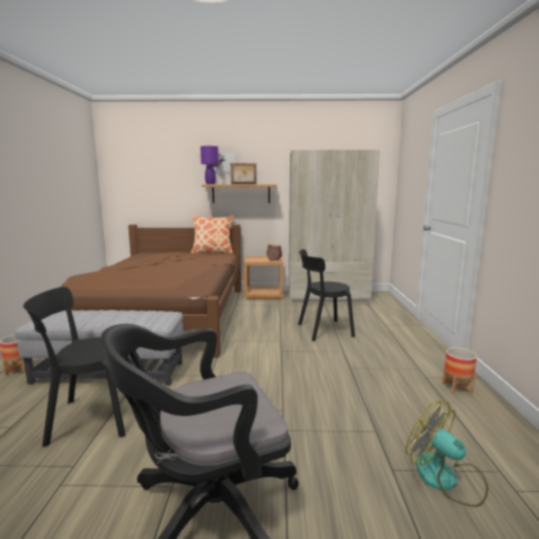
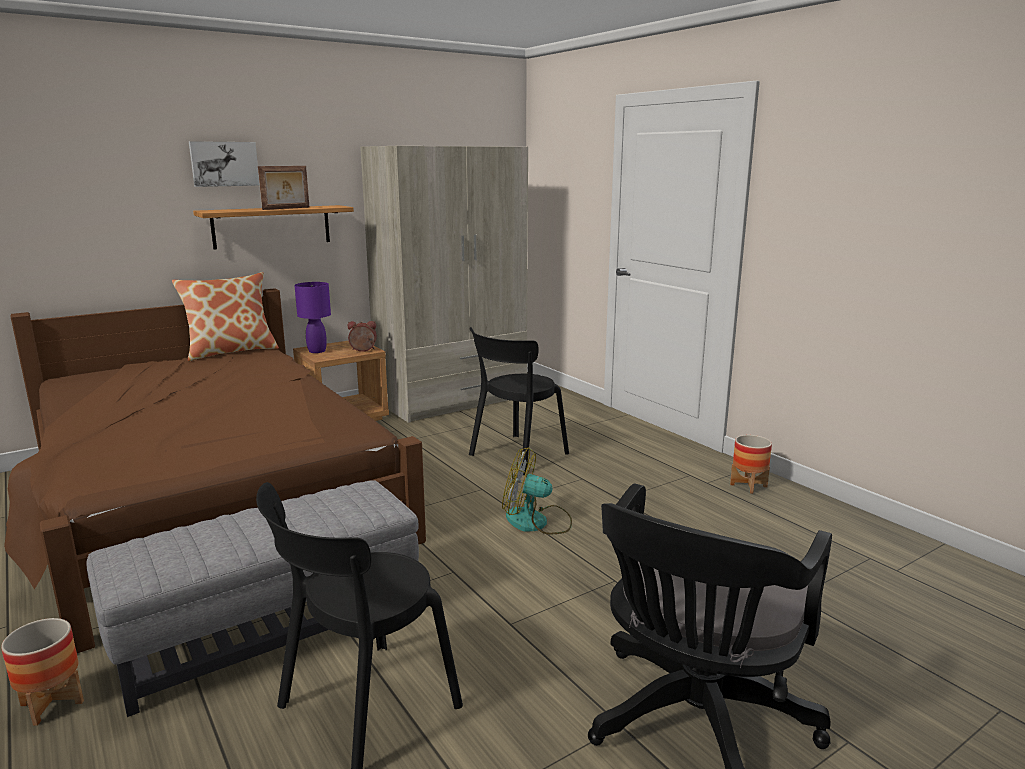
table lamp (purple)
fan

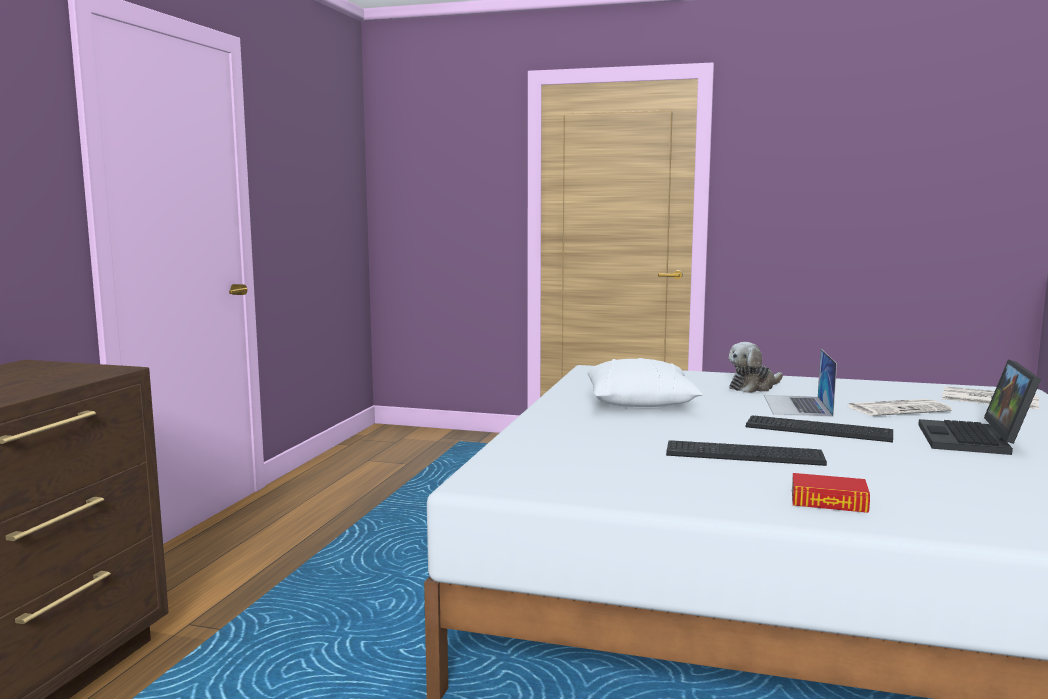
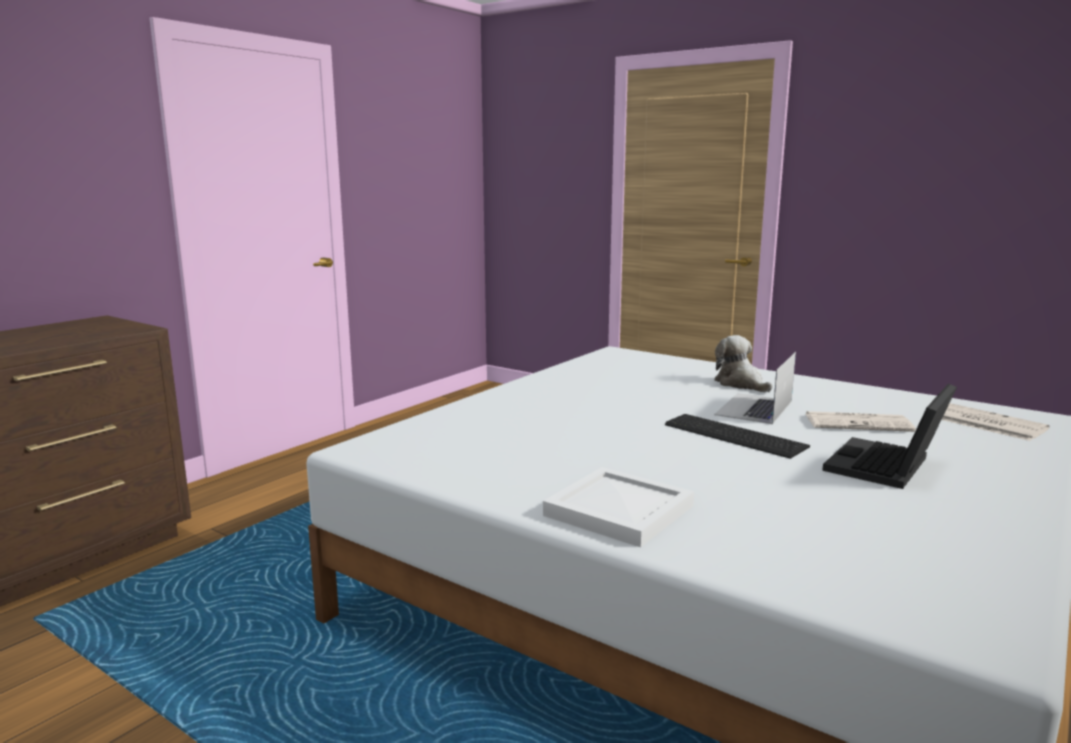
tray (white)
plush toy
pillow (white)
keyboard (1st from left in the first image)

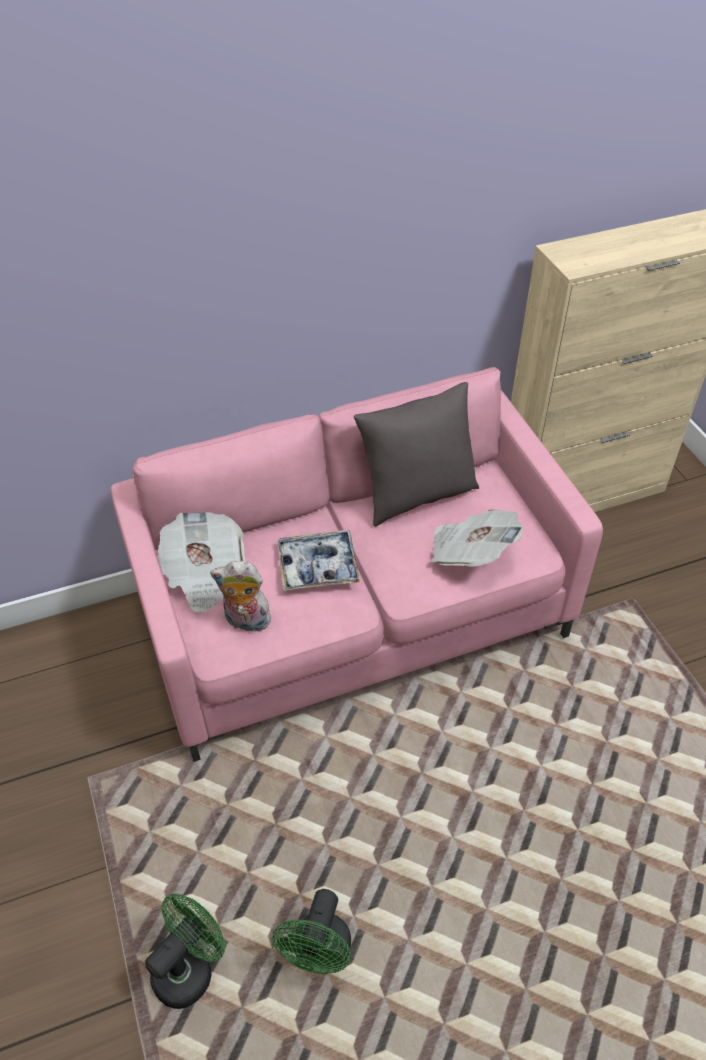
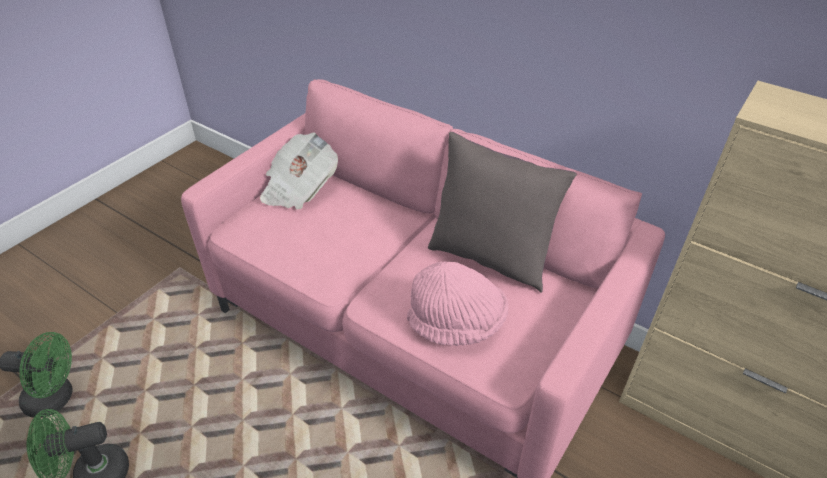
hat (pink)
plush toy
tray

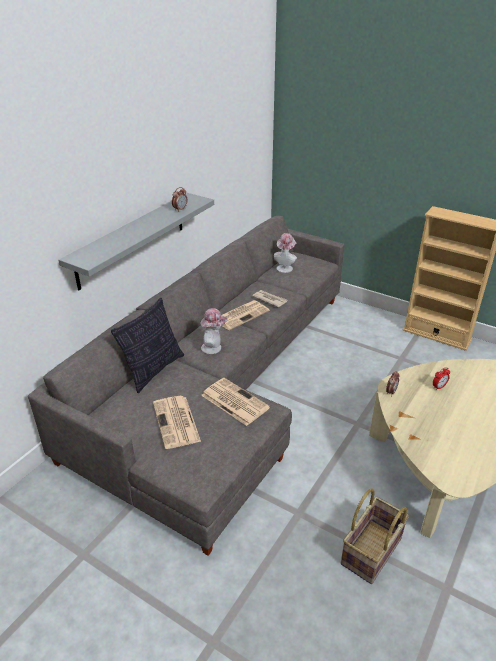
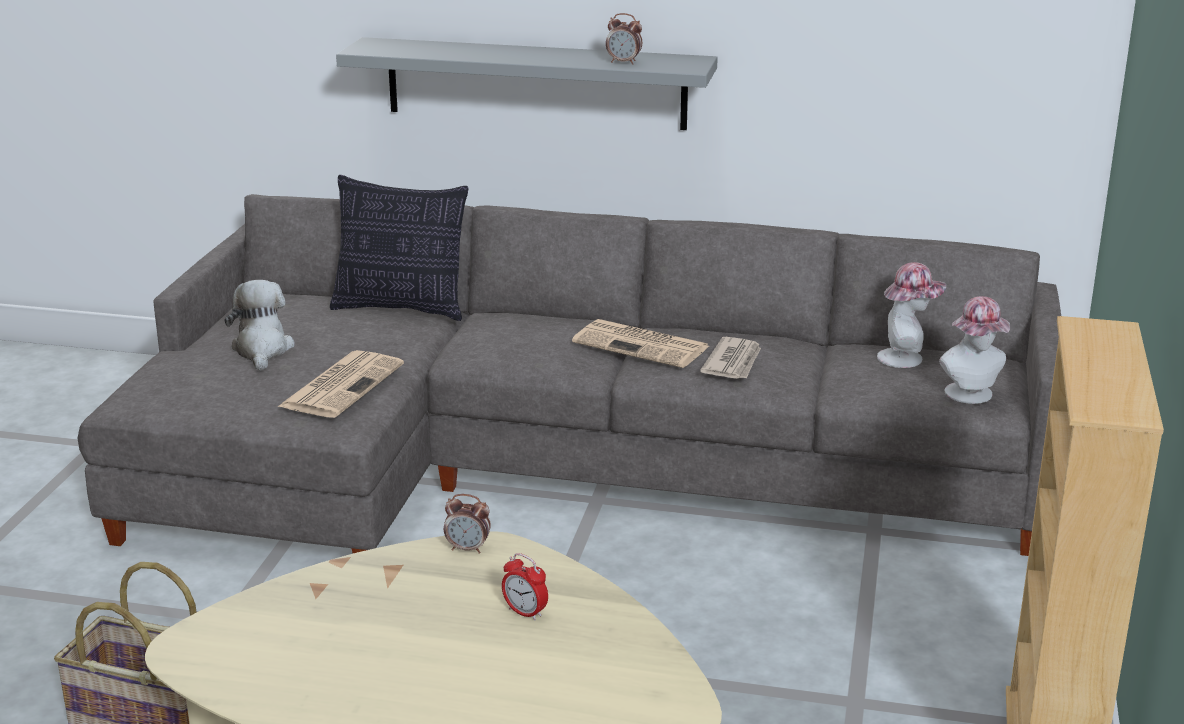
plush toy
hat (2nd from left)

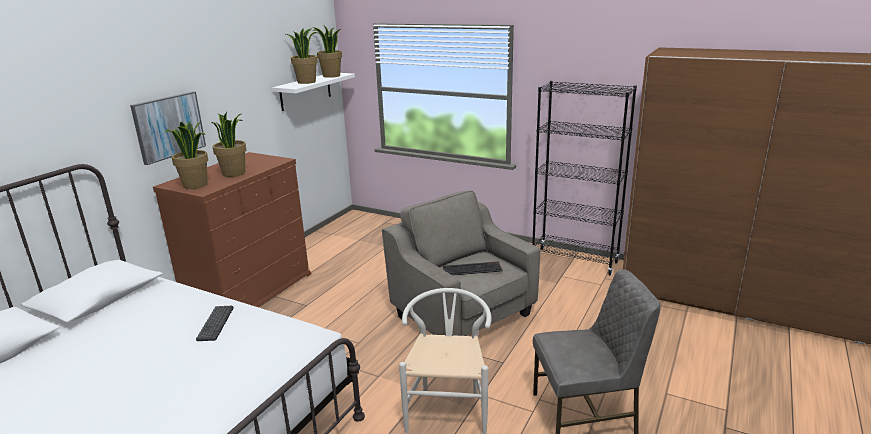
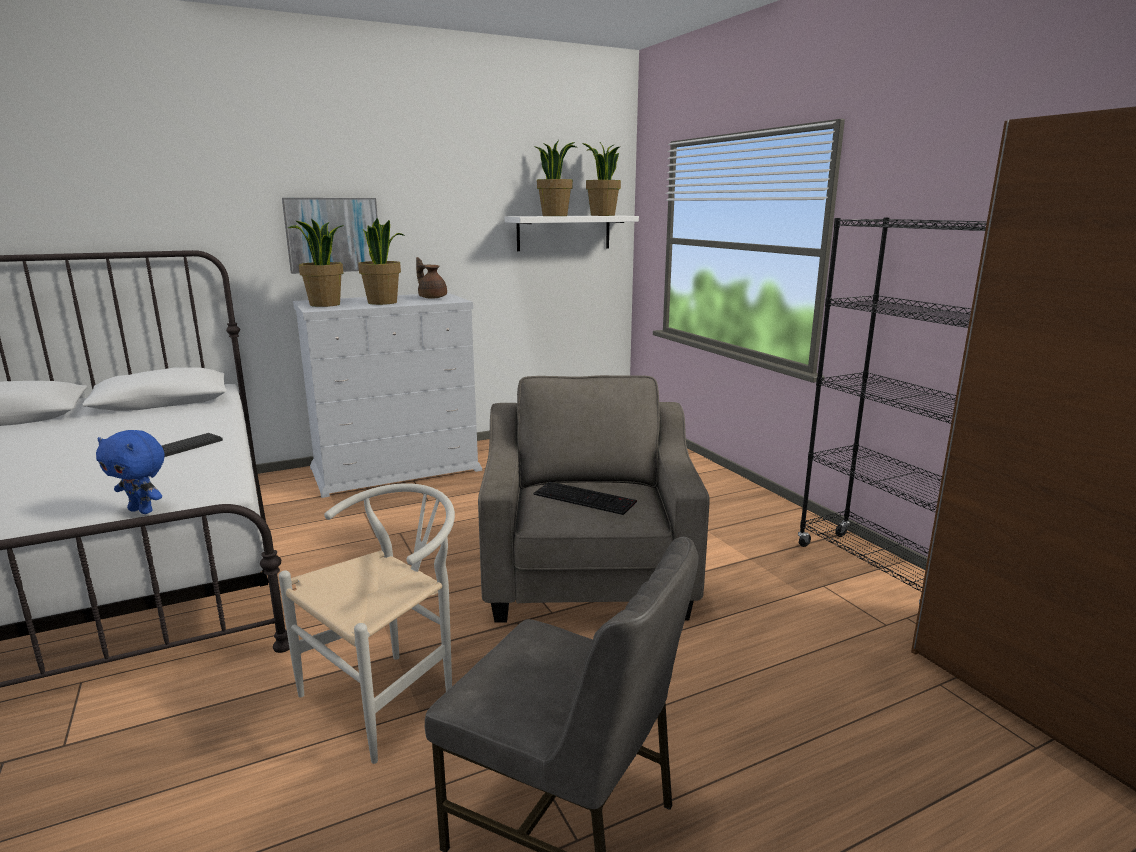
plush toy (blue)
dresser (white)
teapot (brown)

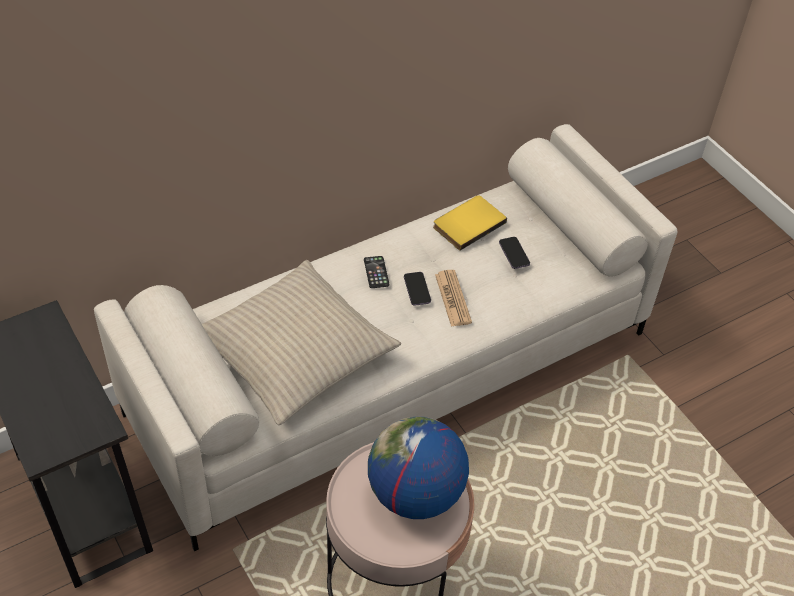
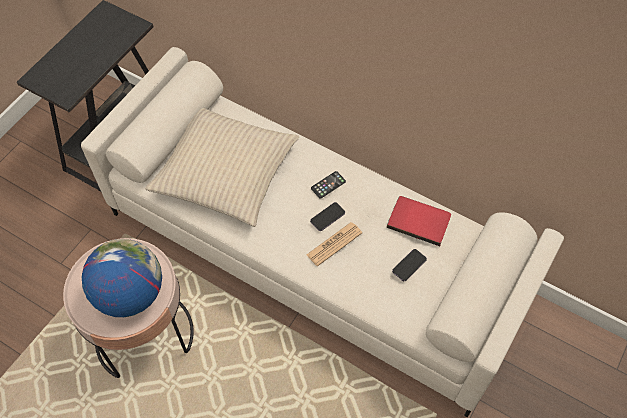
book (red)

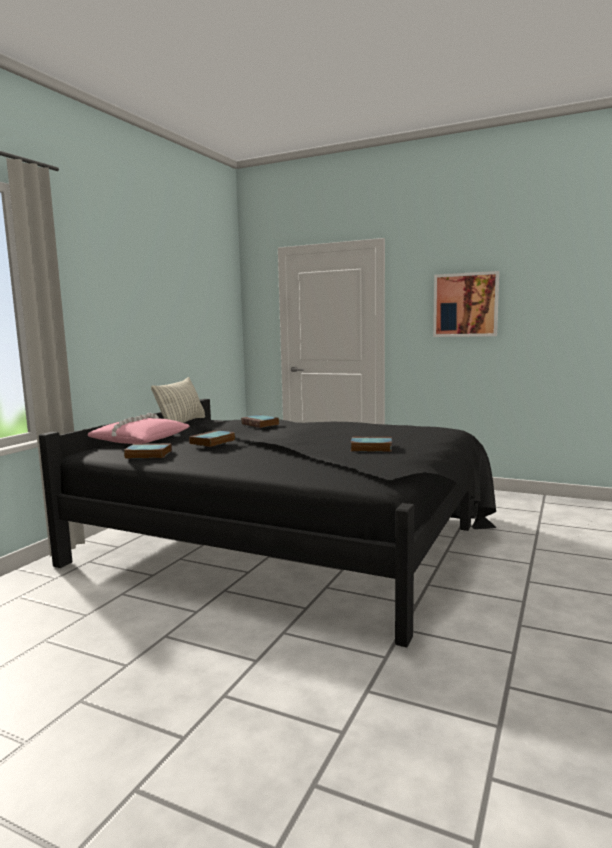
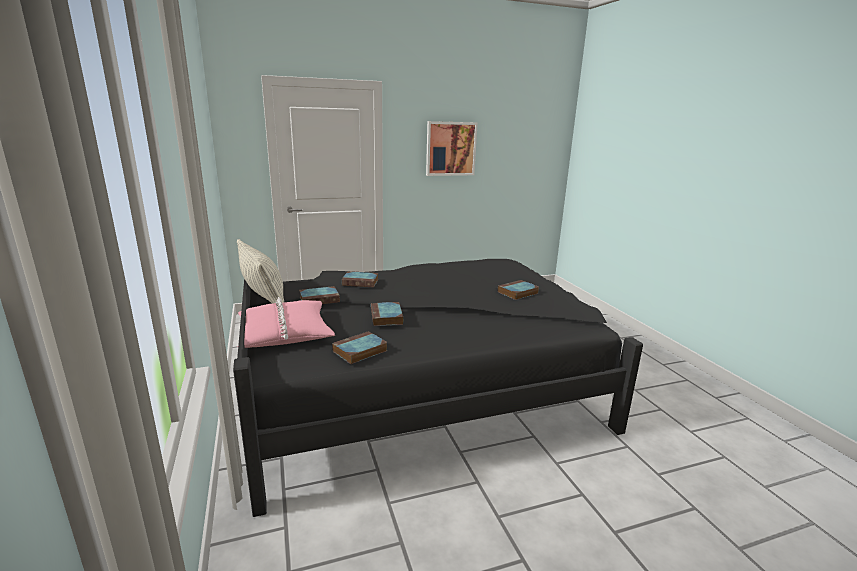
book (1st from left)

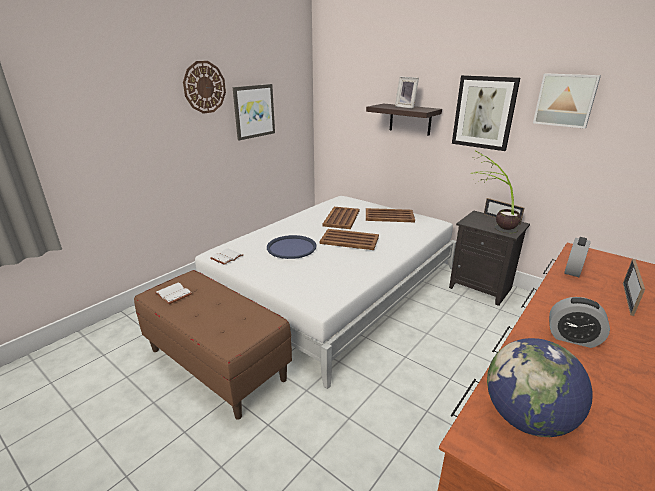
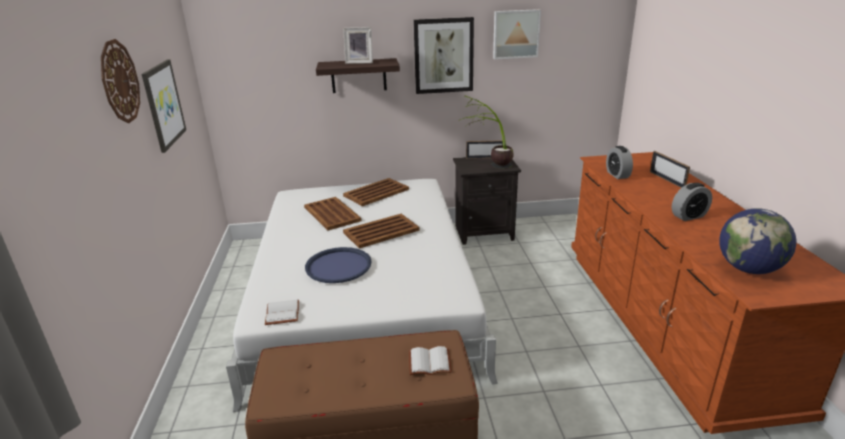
book (white) (2nd from left)

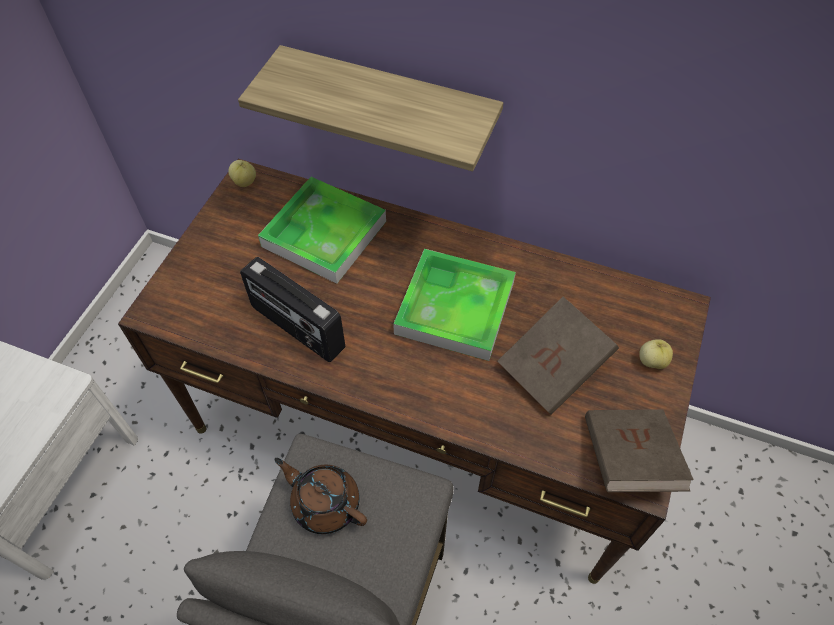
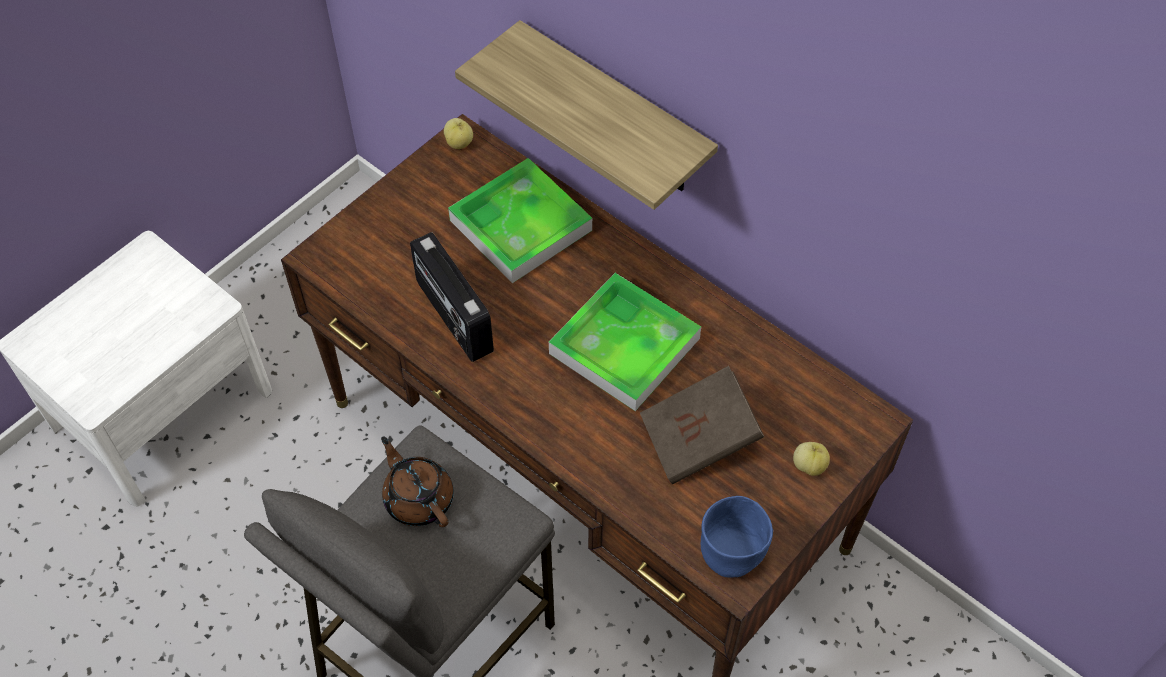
bowl (blue)

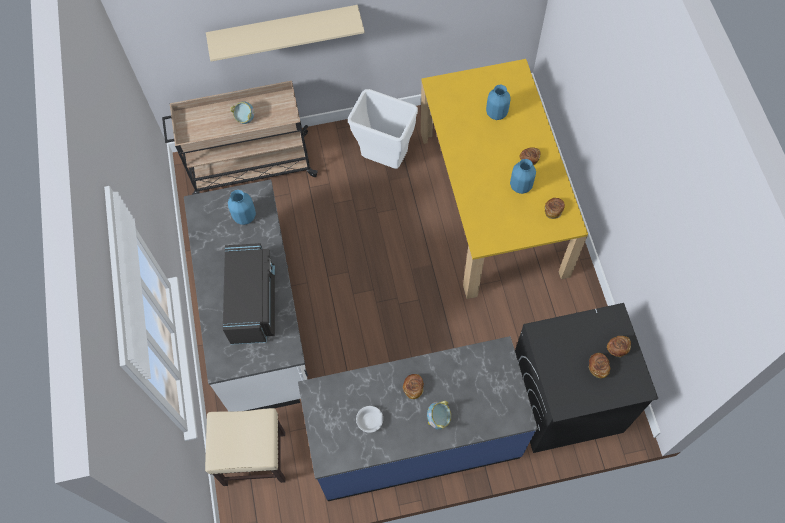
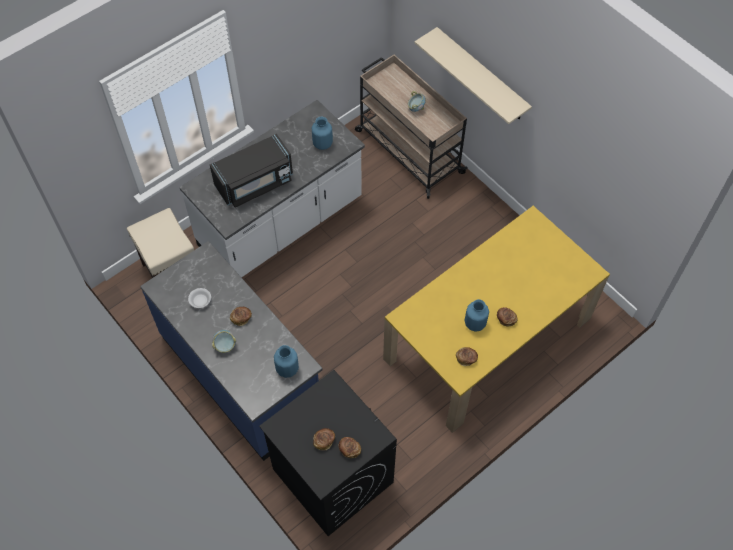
vase (blue) (1st from left)
trash can (white)

